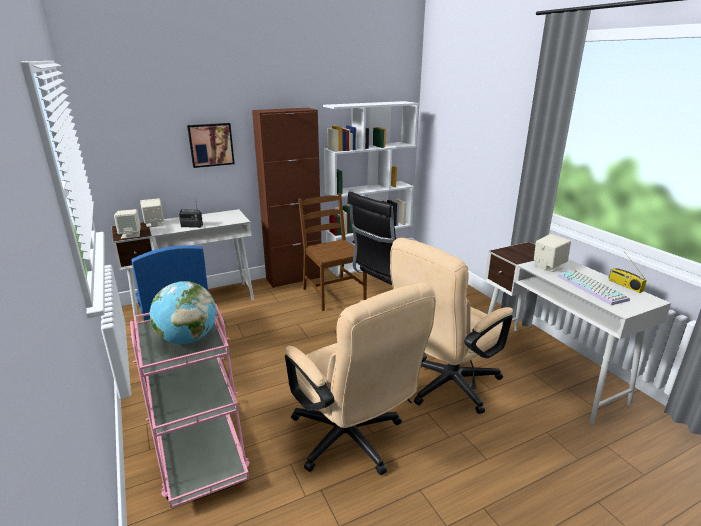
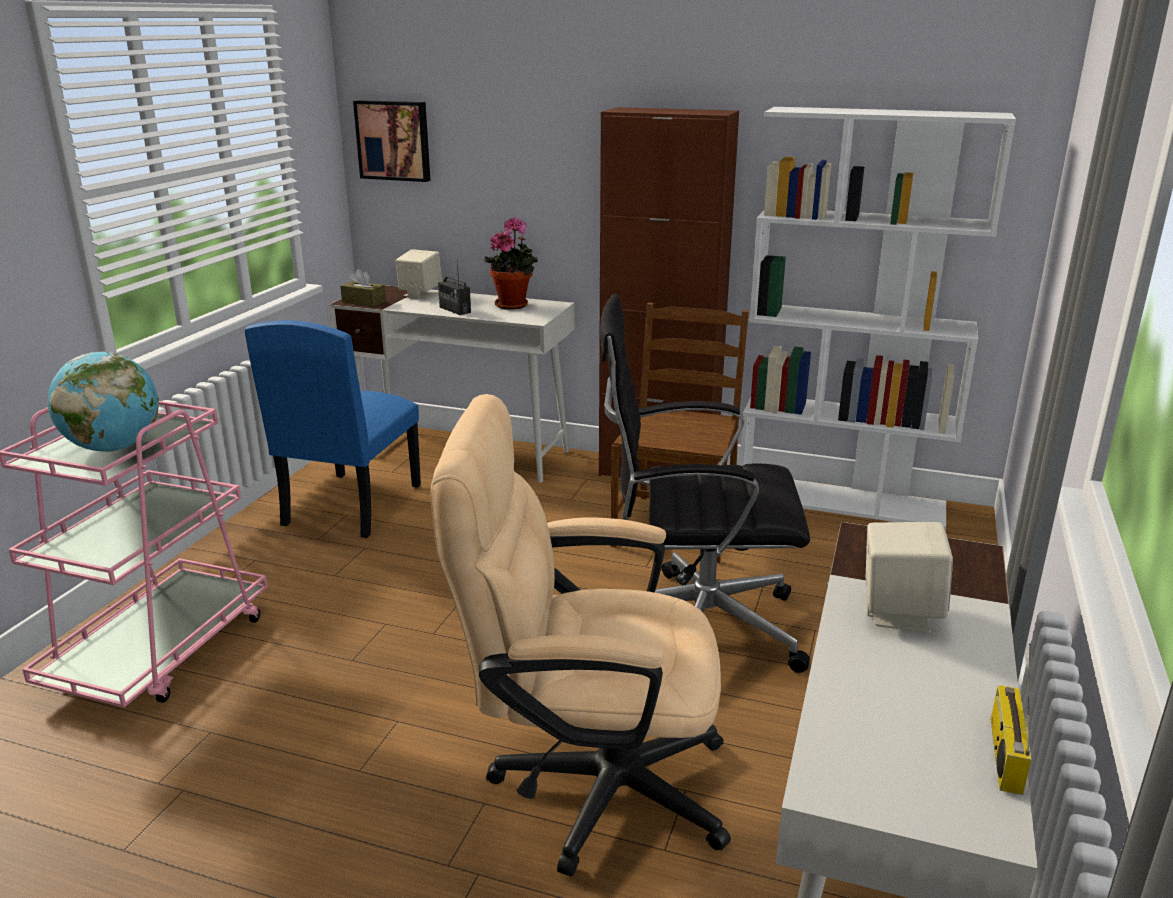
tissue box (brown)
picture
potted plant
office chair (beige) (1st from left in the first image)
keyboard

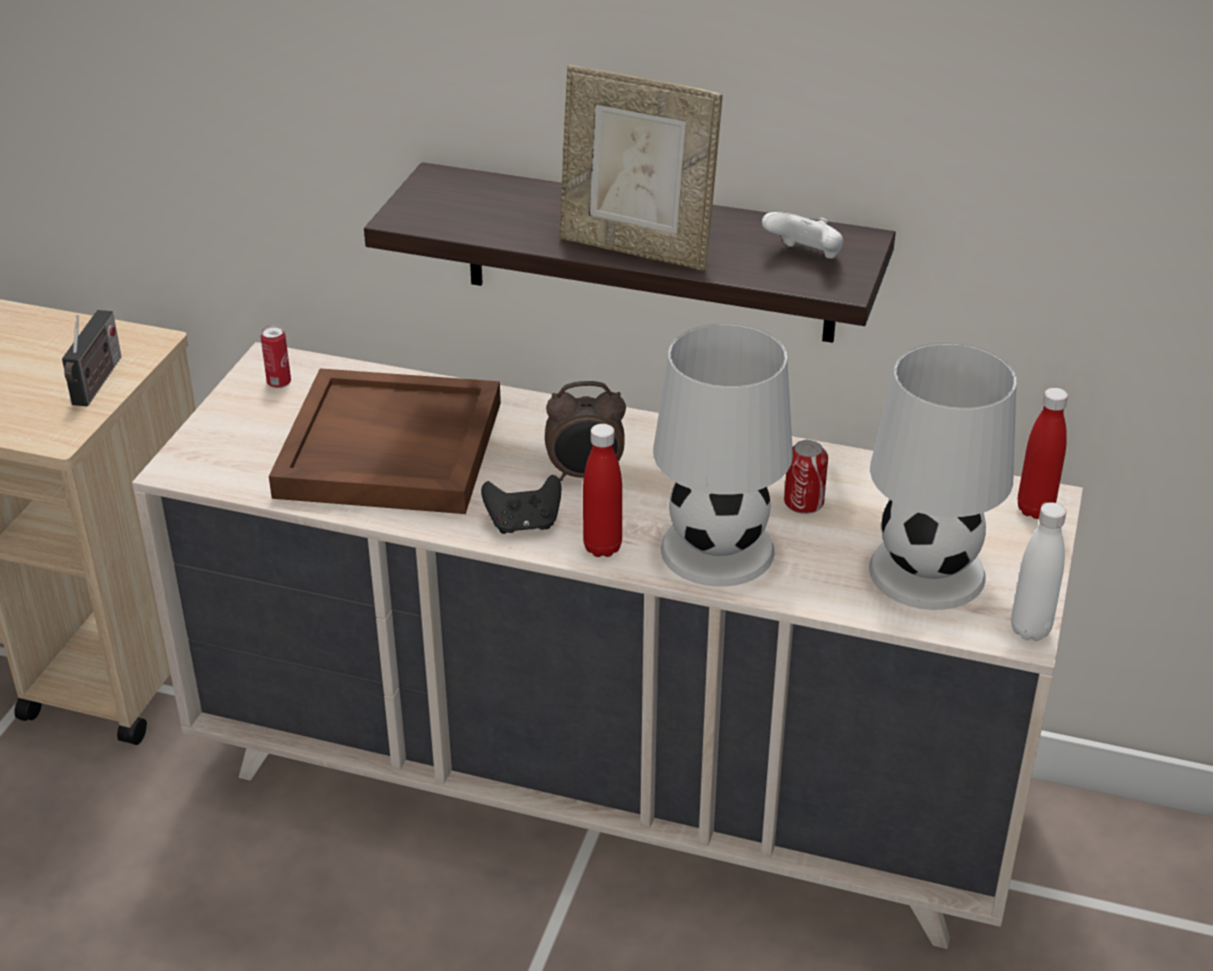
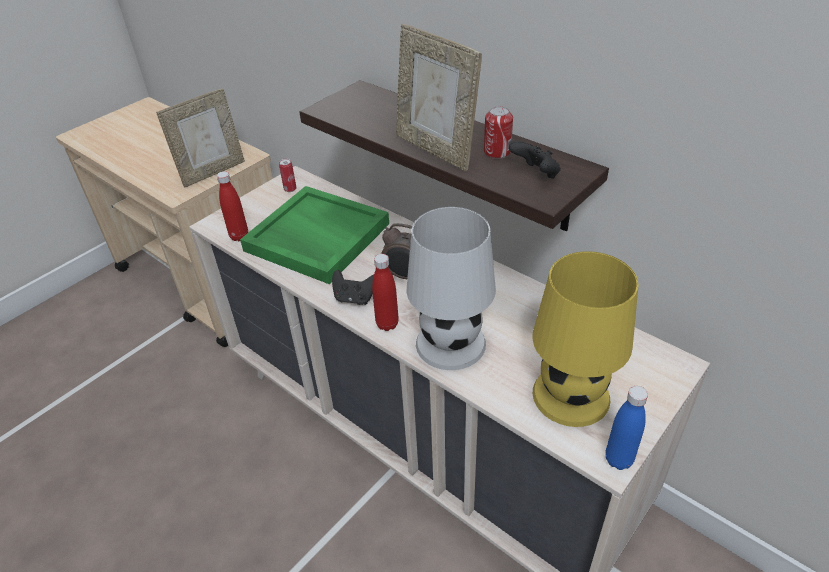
picture frame (1st from left)
bottle (red) (1st from left)
tray (green)
can (2nd from left)
game controller (black) (2nd from left)
table lamp (yellow)
bottle (blue)

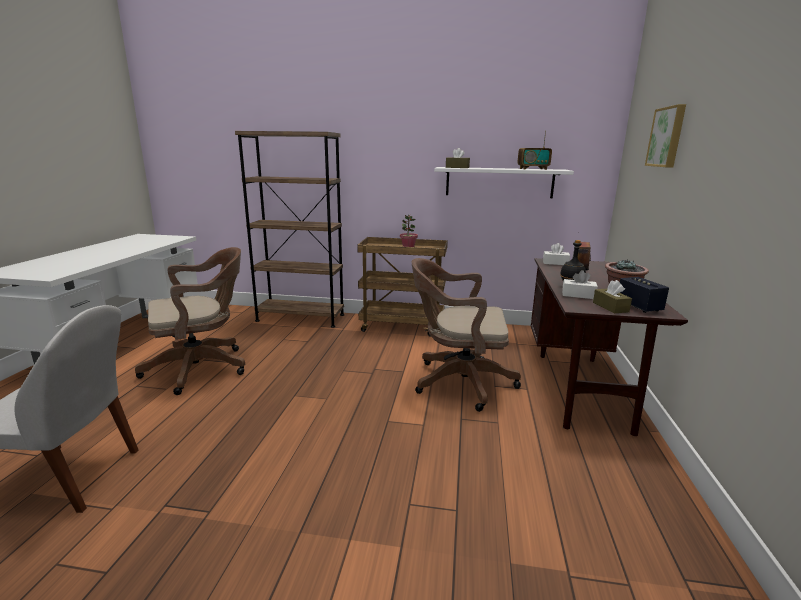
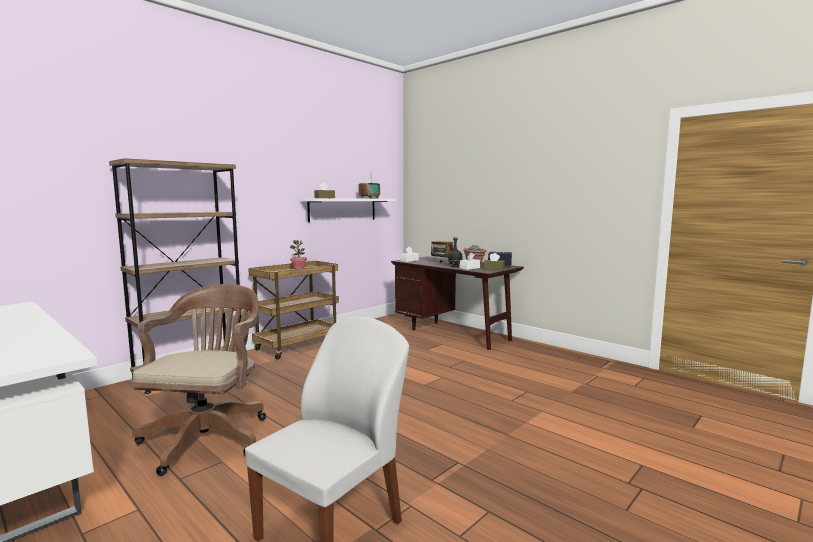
office chair (brown) (2nd from left in the first image)
picture

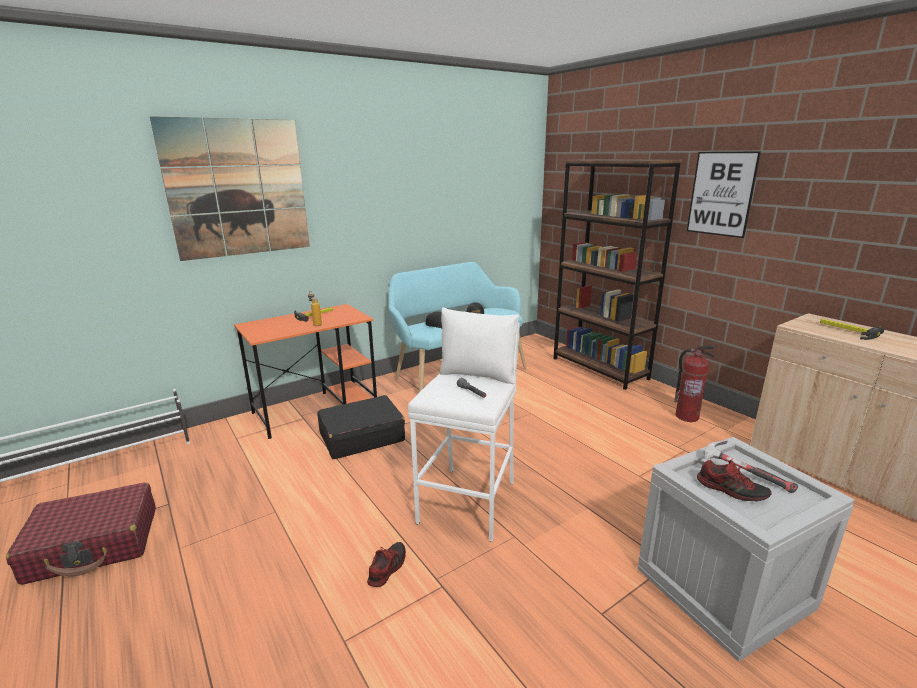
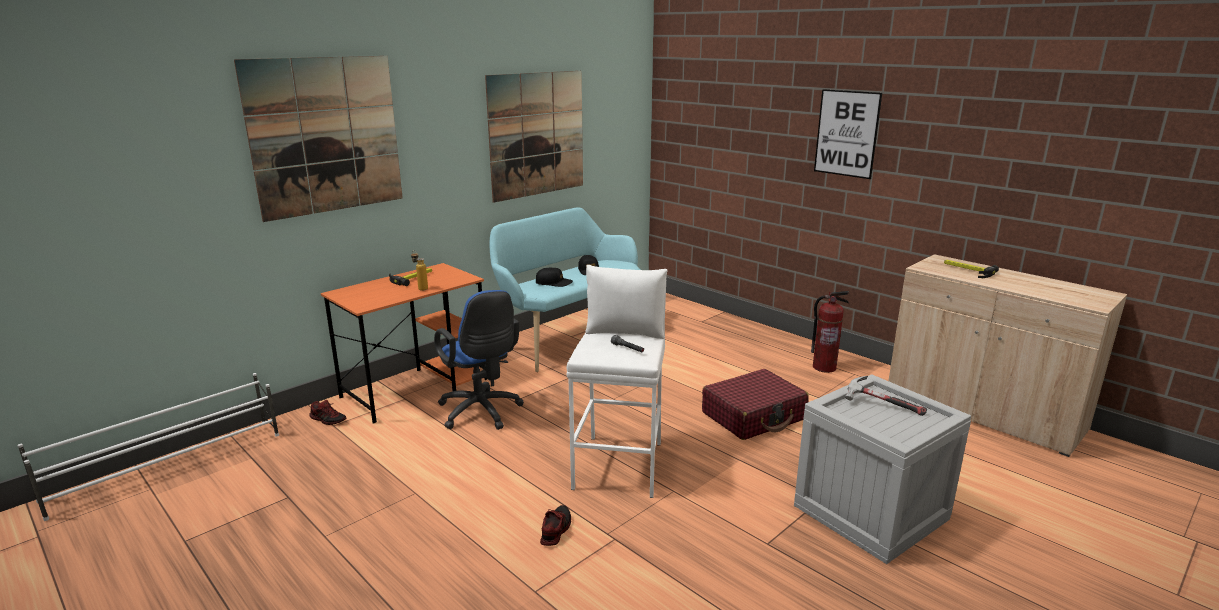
shoe (1st from left)
office chair (blue)
picture (2nd from left)
suitcase (red)
bookcase (brown)

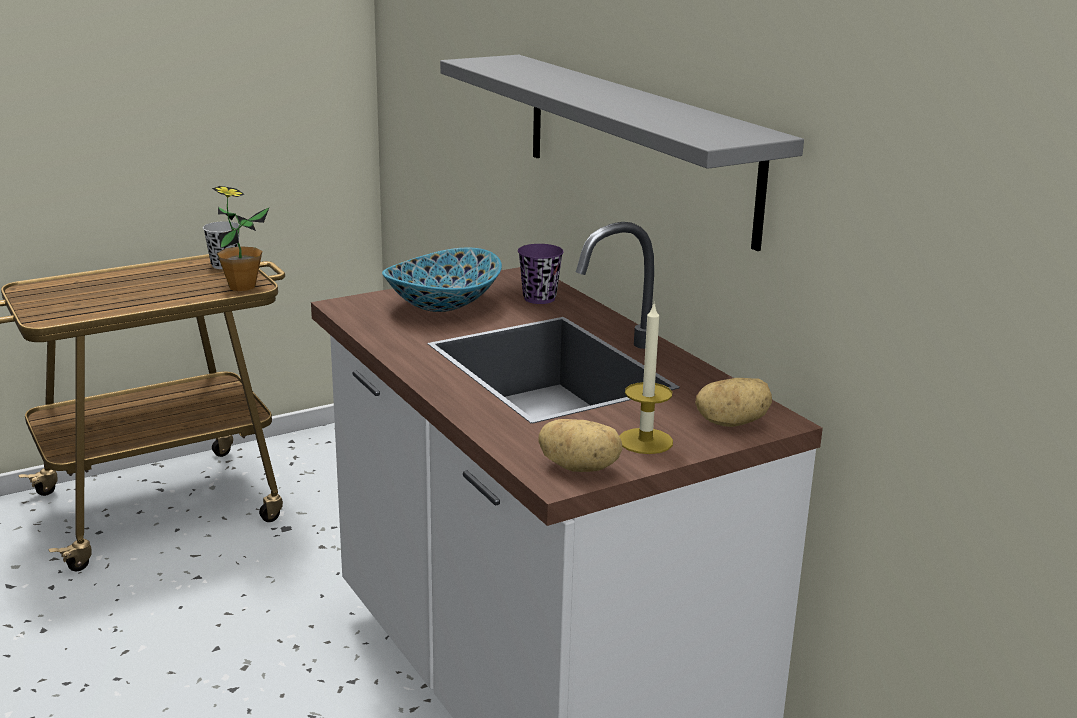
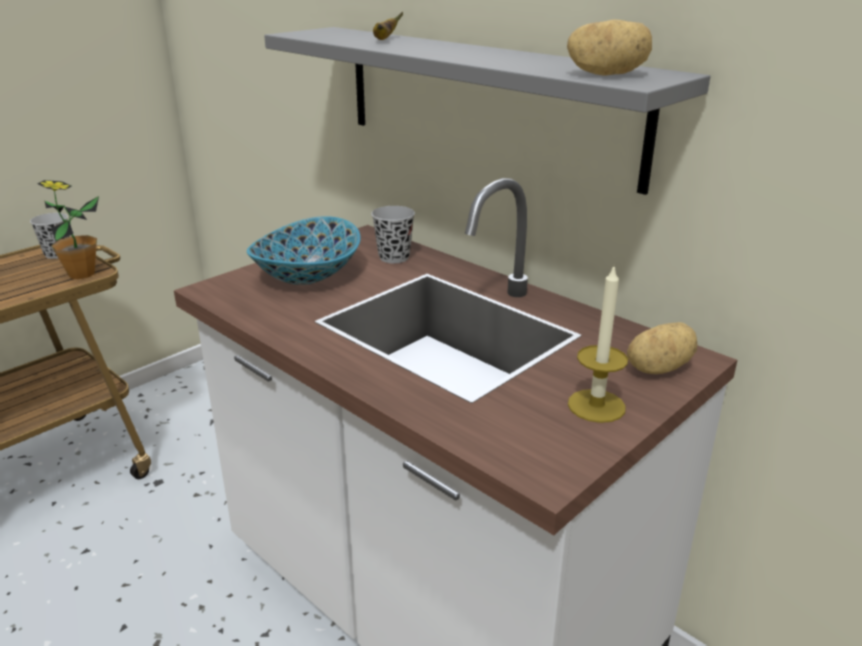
cup (black) (2nd from left)
banana
potato (1st from left)

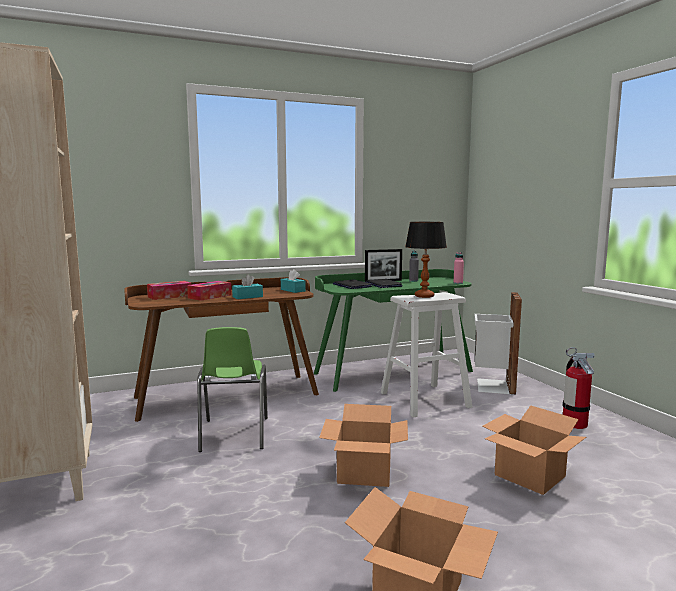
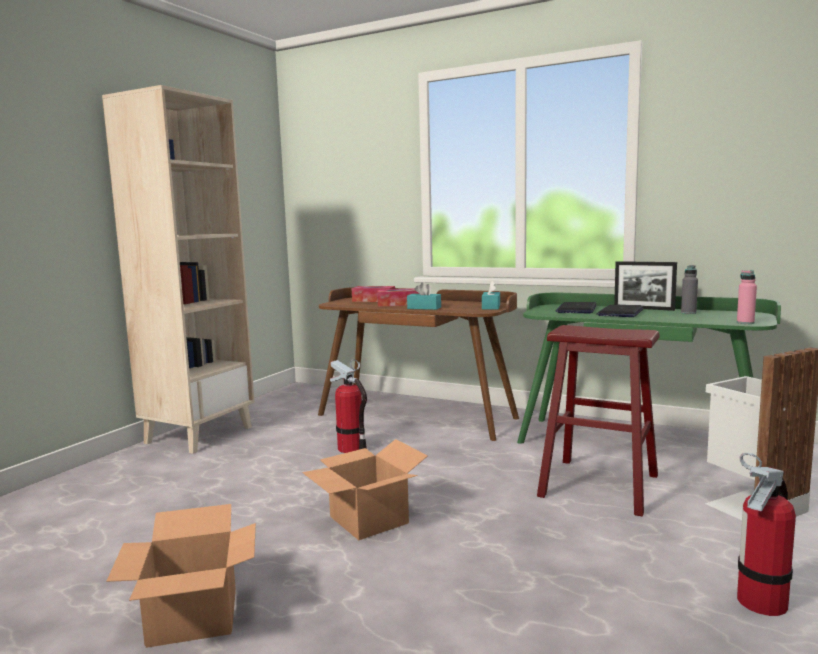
fire extinguisher (1st from left)
stool (red)
table lamp
cardboard box (3rd from left in the first image)

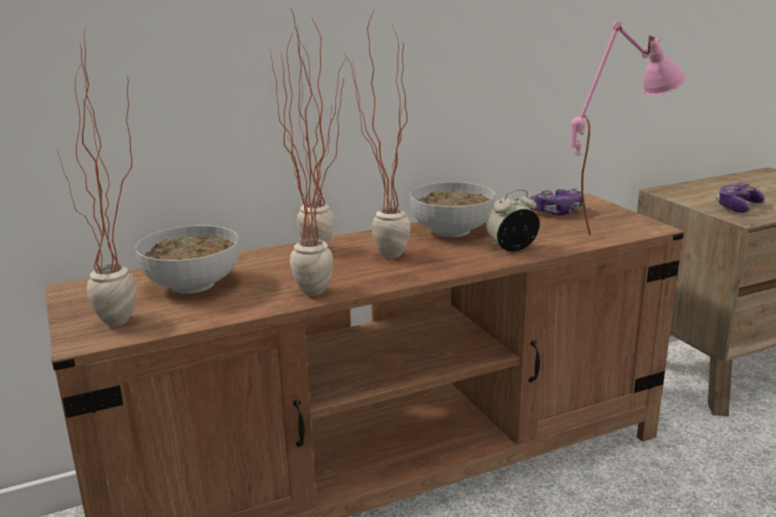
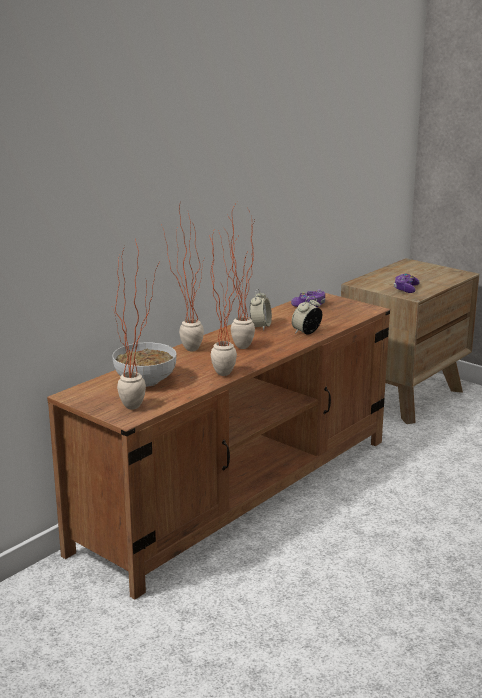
alarm clock (1st from left)
table lamp (pink)

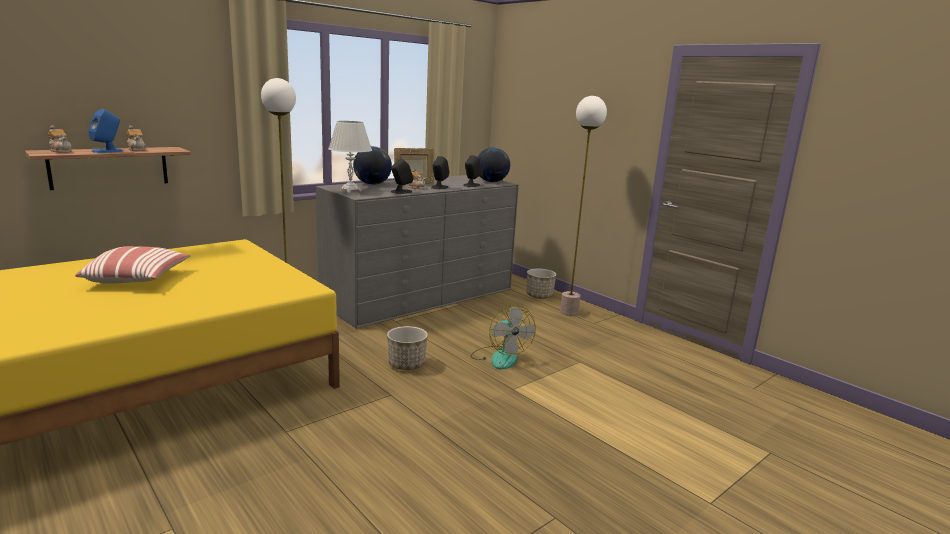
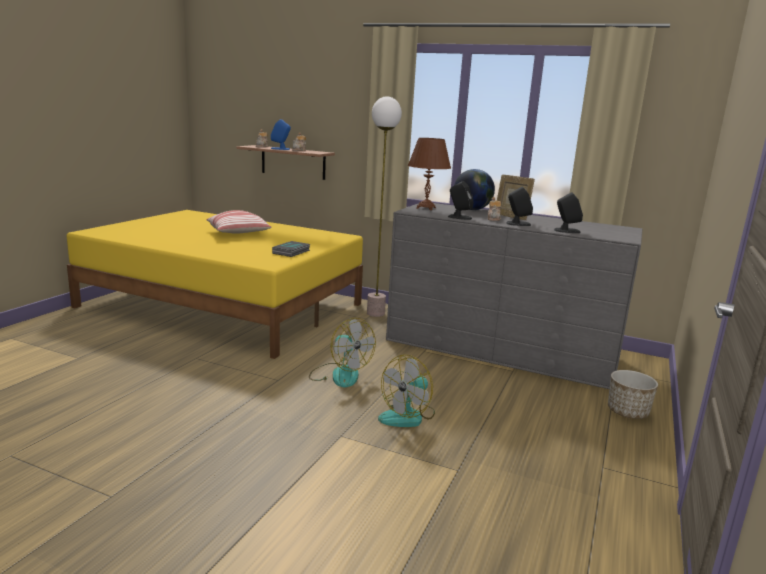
book
fan (1st from left)
table lamp (brown)
globe (2nd from left in the first image)
floor lamp (2nd from left in the first image)

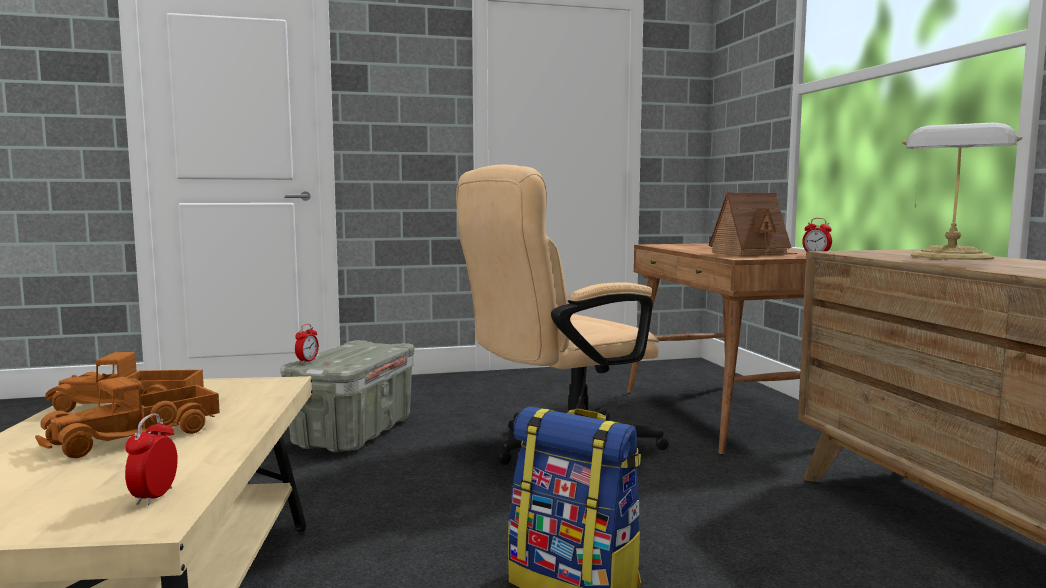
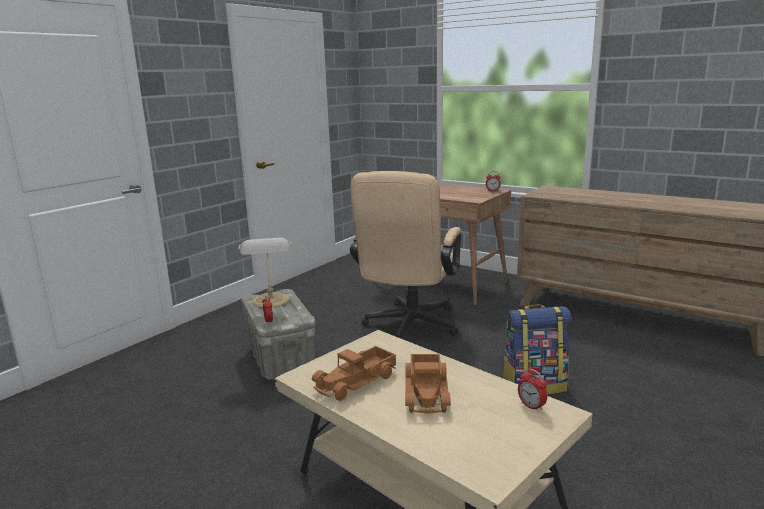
table lamp
toy house

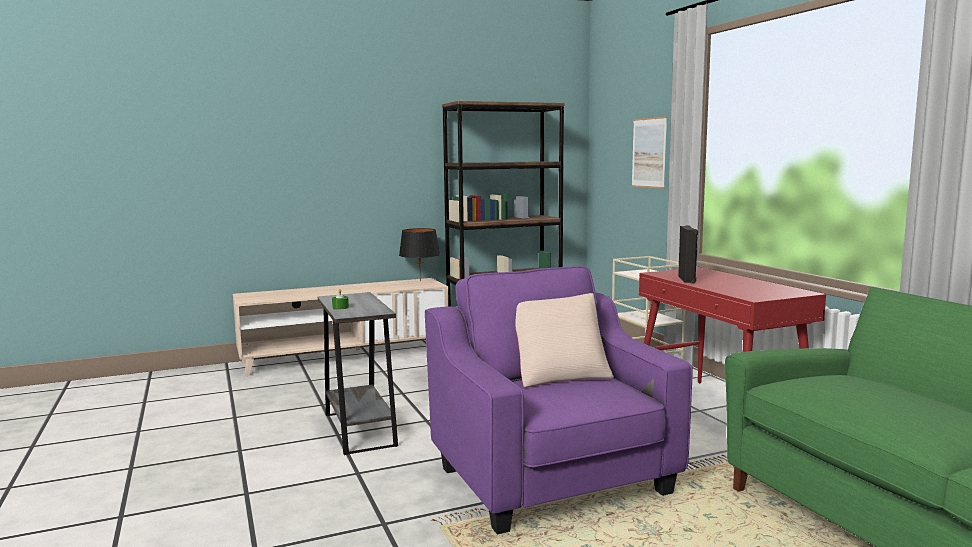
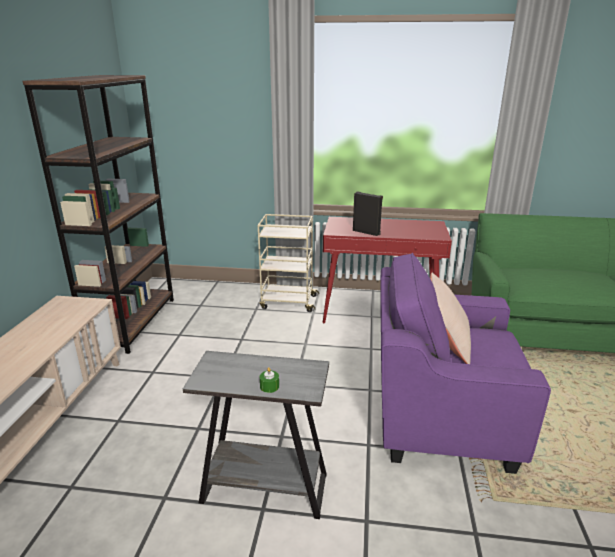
table lamp (black)
picture

